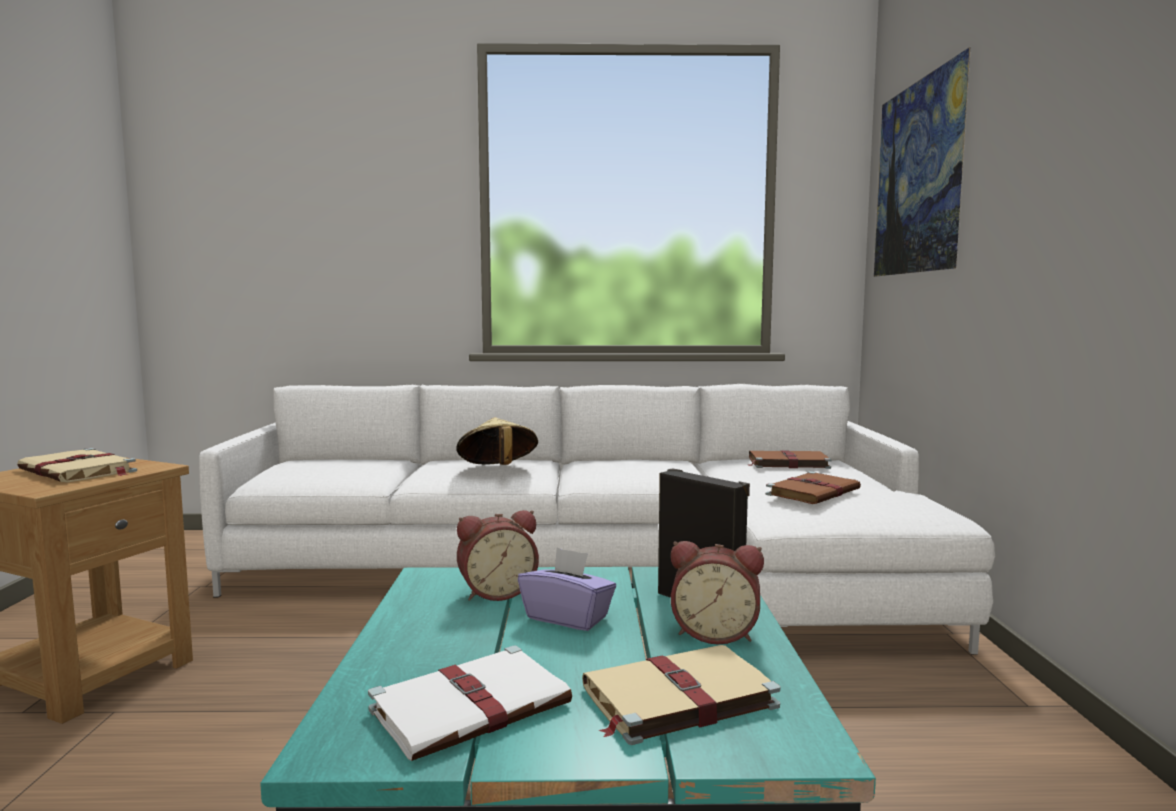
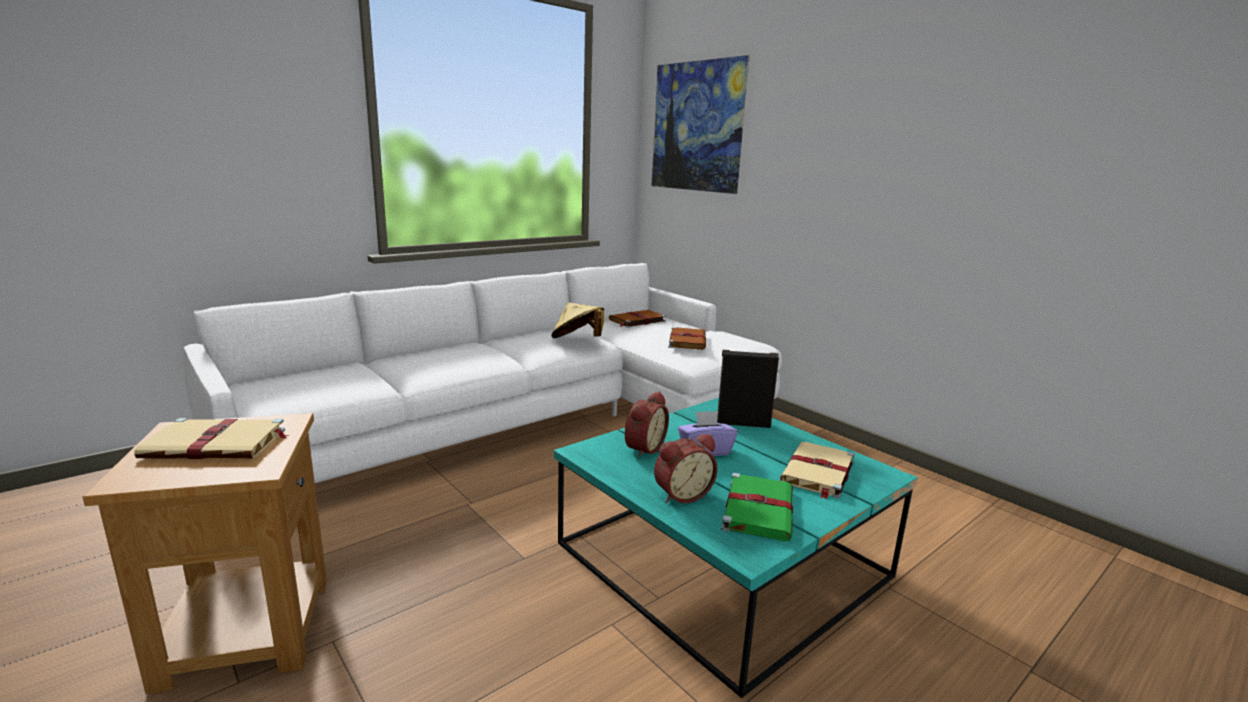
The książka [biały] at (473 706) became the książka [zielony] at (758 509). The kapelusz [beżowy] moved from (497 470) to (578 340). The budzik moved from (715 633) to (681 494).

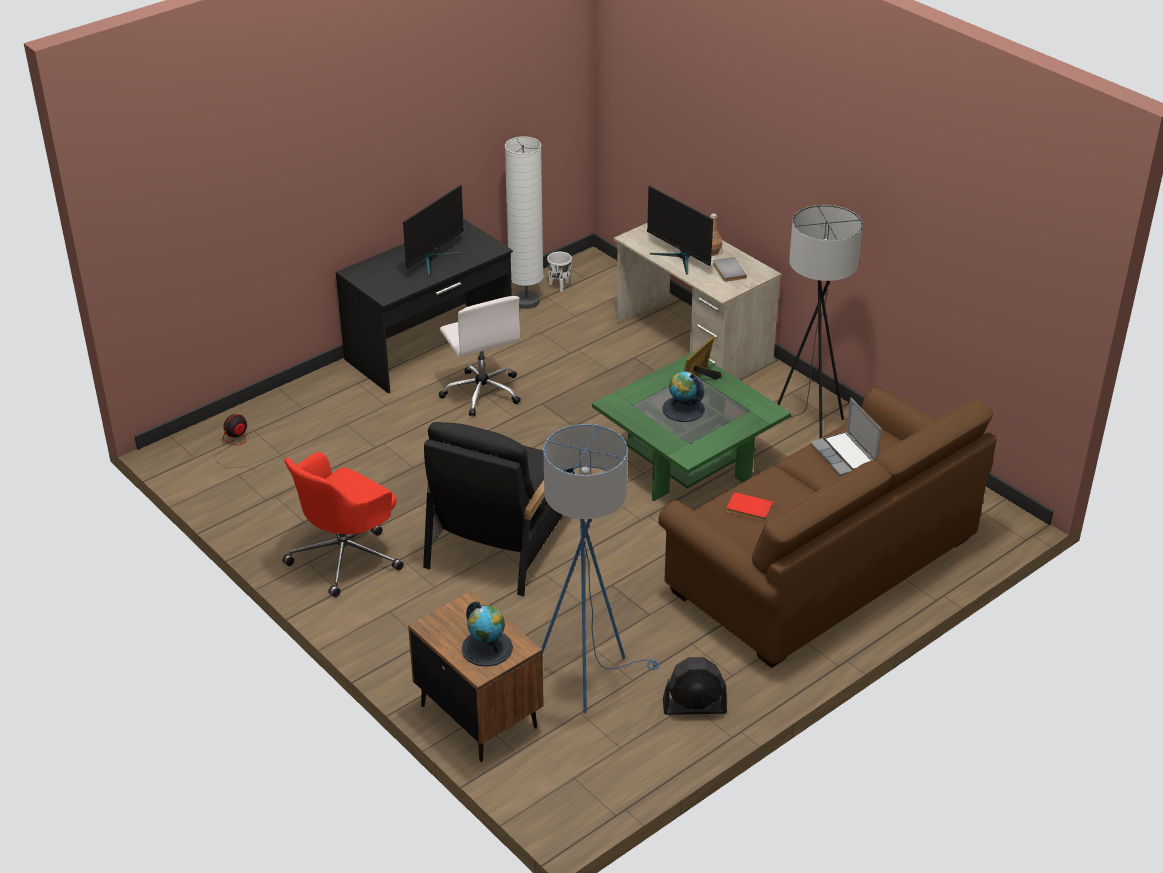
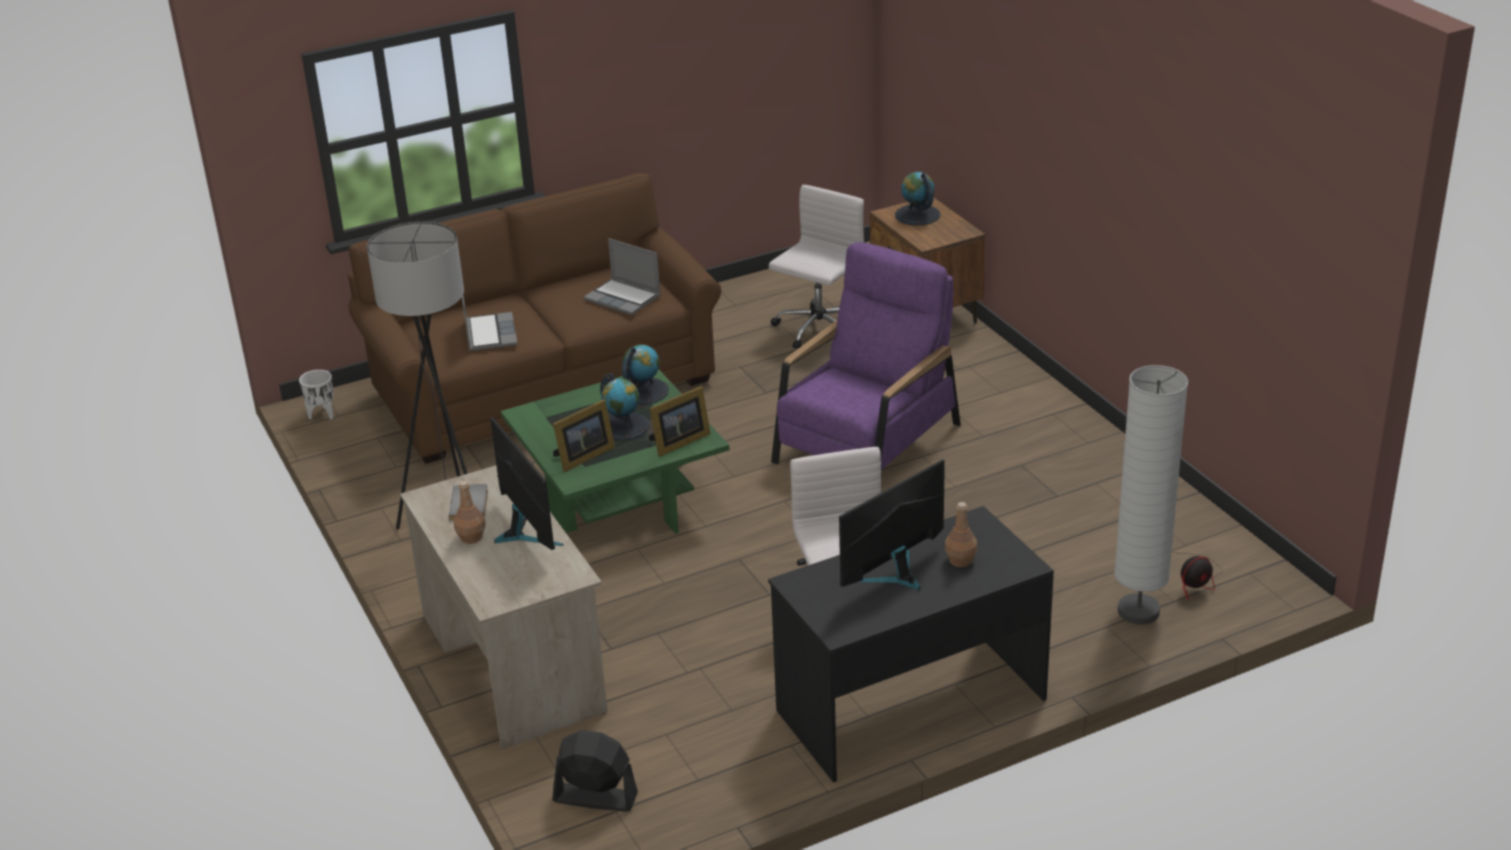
The krzesło biurowe [czerwony] at (346 556) disappeared. The fotel [czarny] at (502 538) became the fotel [fioletowy] at (867 444). The lampa stojąca [biały] moved from (526 301) to (1138 612). The lampa stojąca [niebieski] at (587 674) was replaced by the krzesło biurowe [biały] at (818 330). The donica [biały] moved from (559 286) to (322 414). The wentylator [czarny] moved from (694 706) to (595 797). The książka [czerwony] at (749 509) was replaced by the laptop at (624 298). The globus at (643 391) appeared. The ramka na zdjęcie at (678 442) appeared. The butelka [brązowy] at (960 560) appeared.

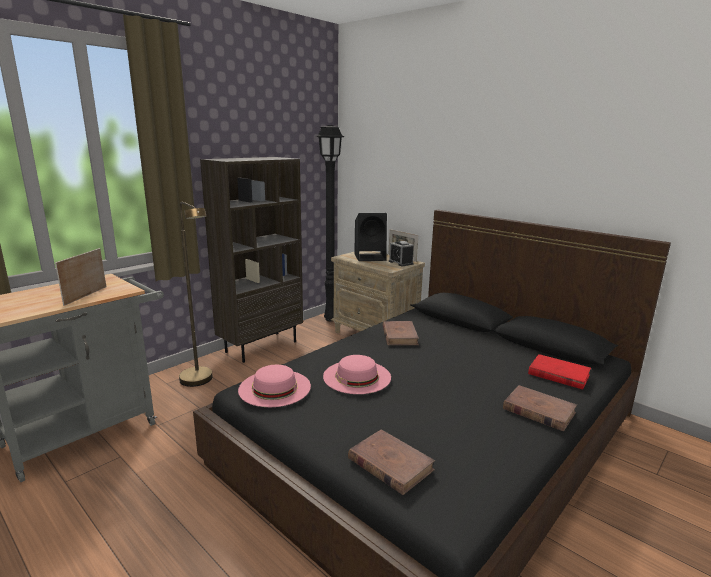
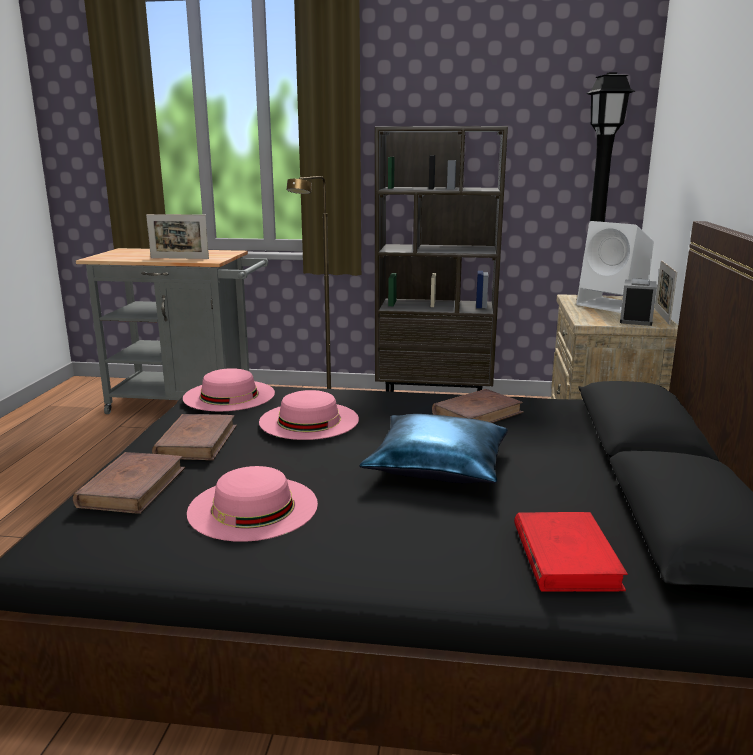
The ramka na zdjęcie at (86 295) turned 150 degrees counterclockwise. The głośnik [czarny] at (370 257) became the głośnik [biały] at (612 305). The książka [brązowy] moved from (538 411) to (197 441). The kapelusz [różowy] at (253 507) appeared. The poduszka [niebieski] at (437 465) appeared.

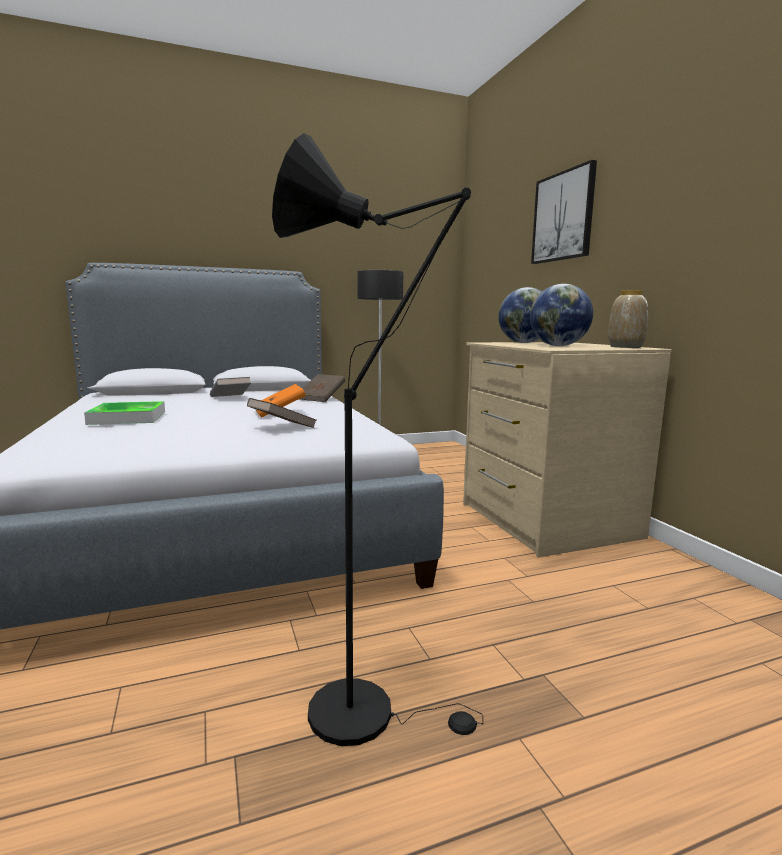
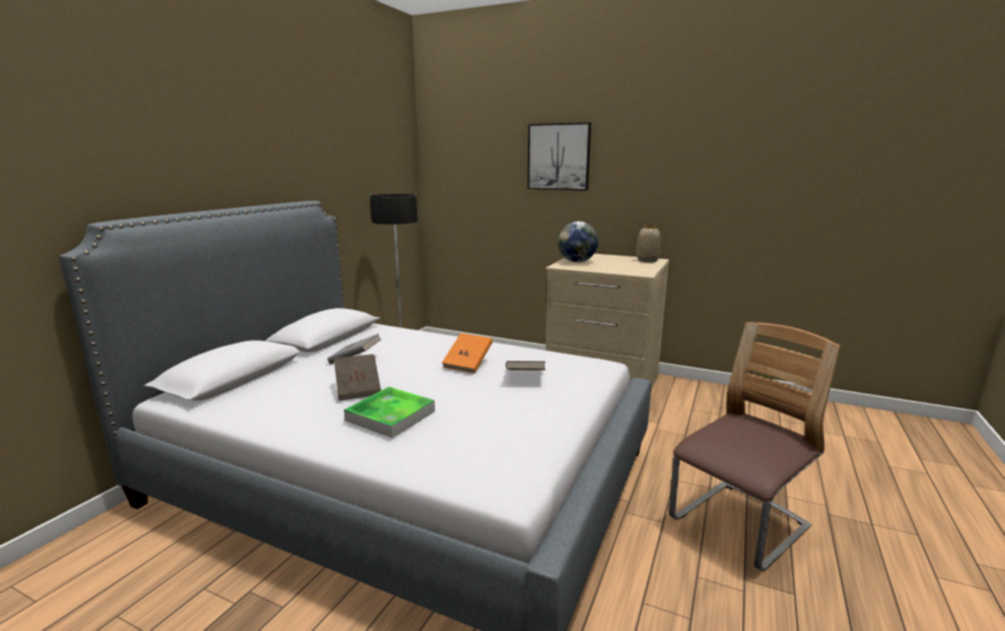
The lampa stojąca [czarny] at (367 711) was replaced by the krzesło at (738 525). The książka [brązowy] moved from (322 398) to (358 389). The globus at (558 346) disappeared.

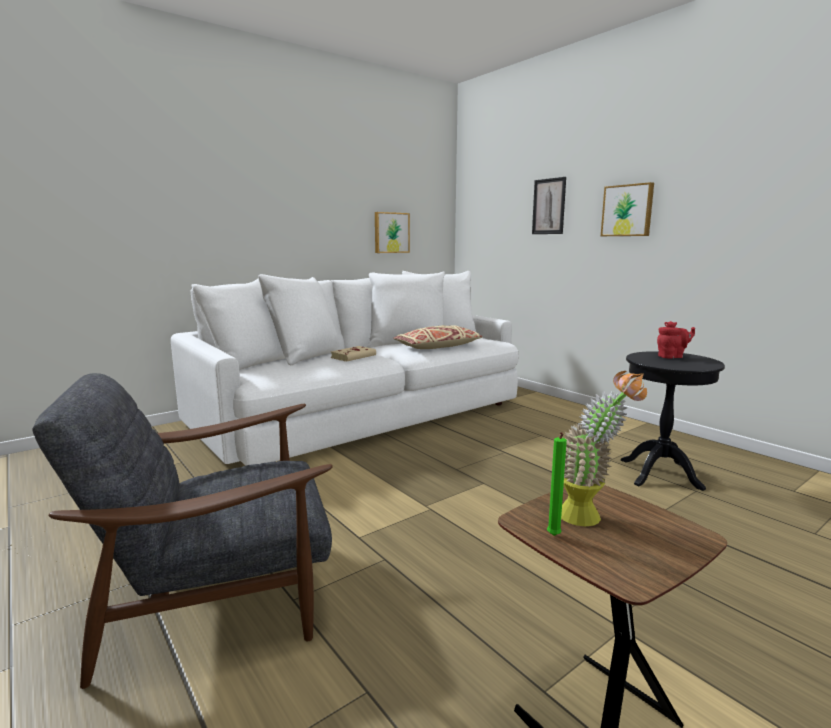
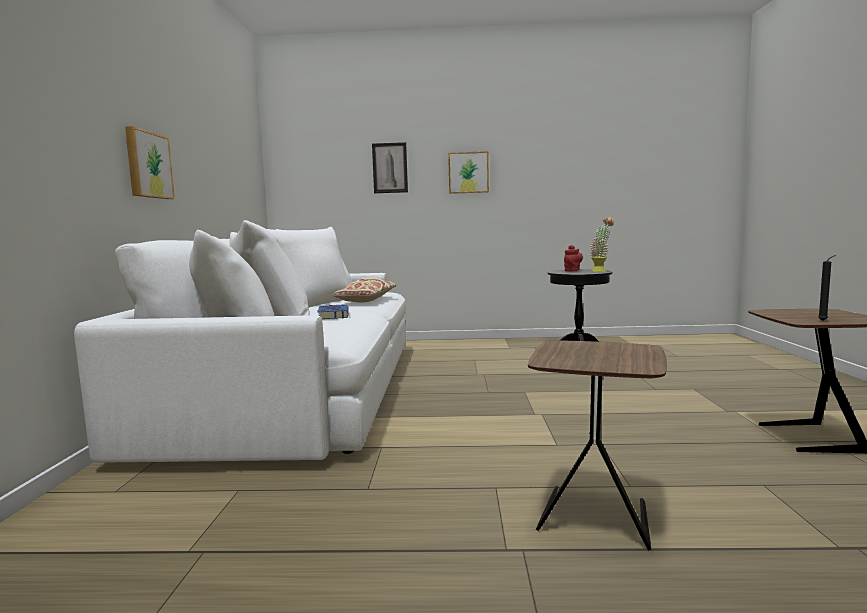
The fotel [szary] at (218 595) was replaced by the stolik [brązowy] at (594 515). The książka [beżowy] at (354 356) became the książka [niebieski] at (333 315). The obraz moved from (391 232) to (147 165). The świeca [zielony] at (553 537) became the świeca [czarny] at (824 321). The roślina doniczkowa moved from (590 517) to (601 271).

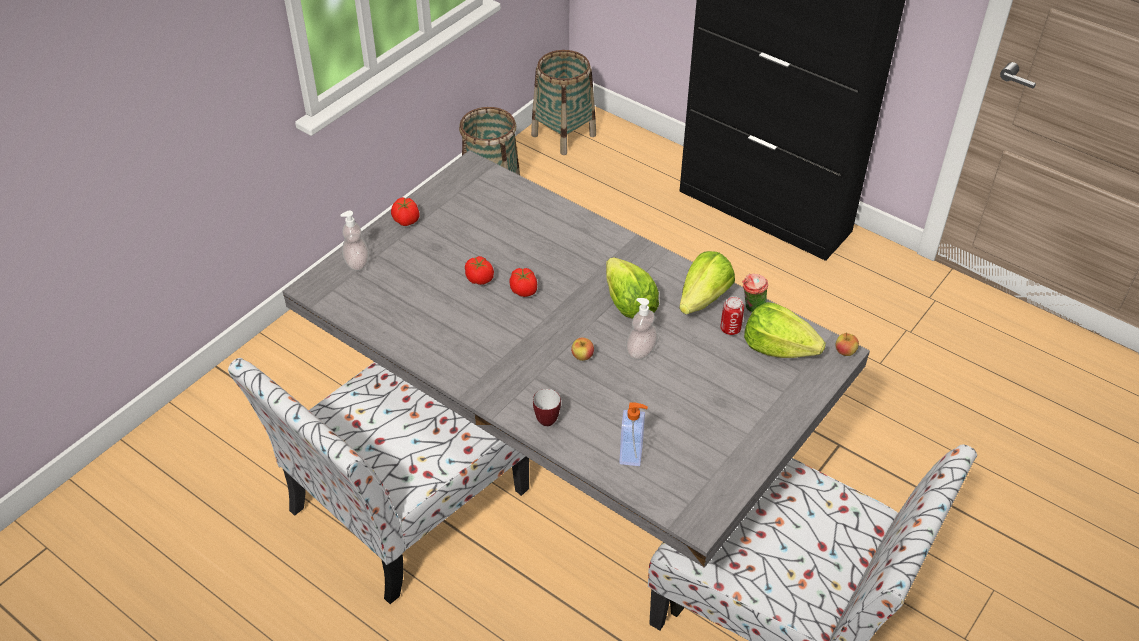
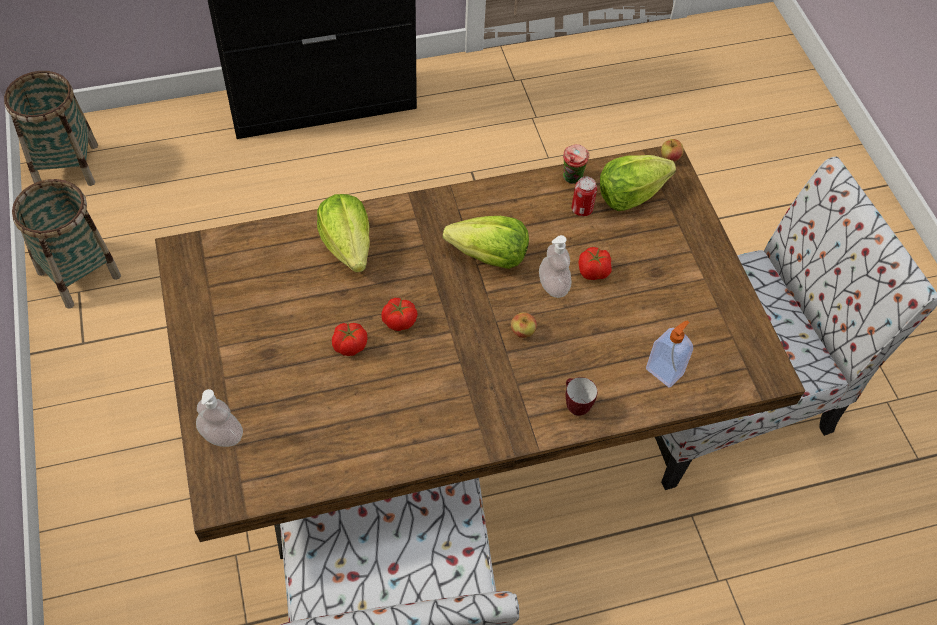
The stół jadalny [szary] at (571 465) became the stół jadalny [brązowy] at (463 435). The pomidor moved from (406 221) to (593 272). The sałata moved from (703 299) to (348 246).

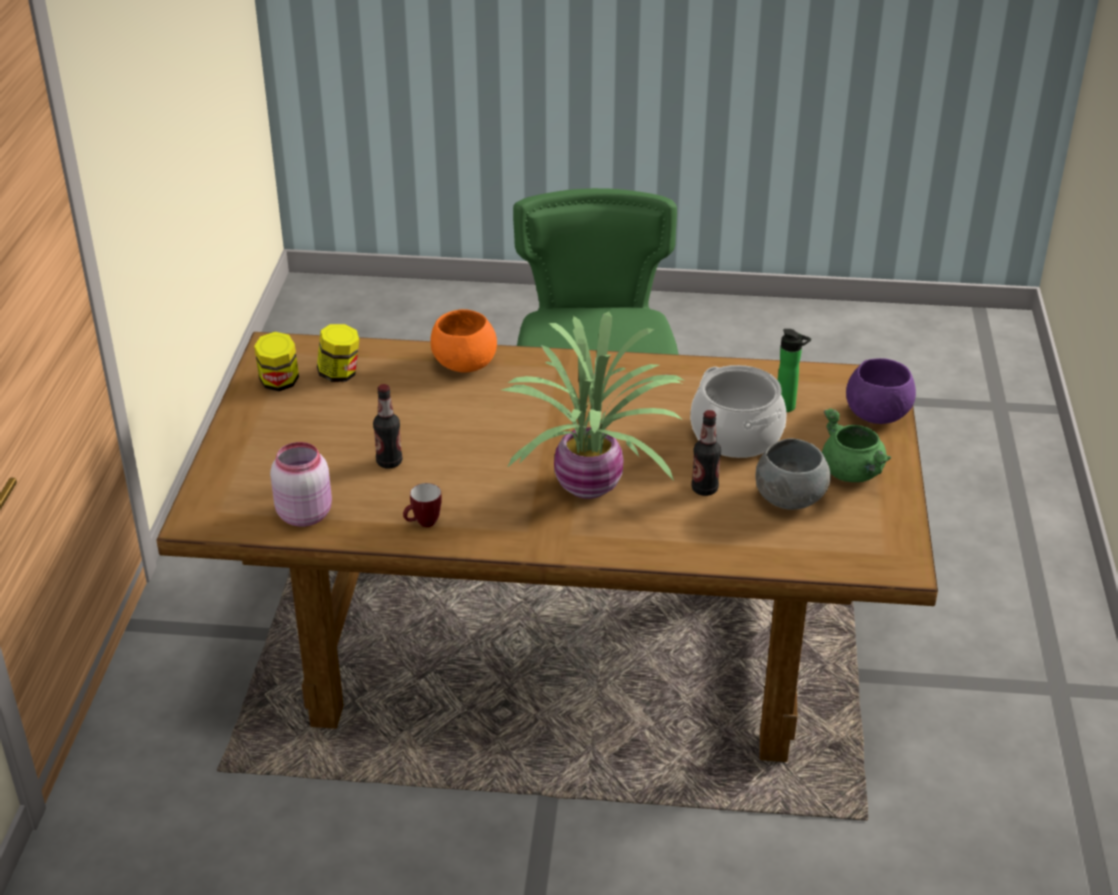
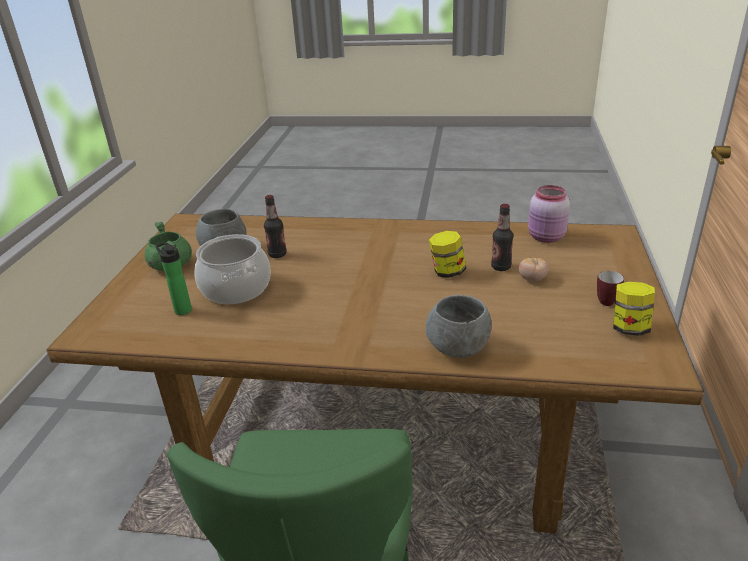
The słoik moved from (340 374) to (447 272). The kubek moved from (423 524) to (608 301). The miska [pomarańczowy] at (464 364) became the miska [szary] at (457 348). The roślina doniczkowa at (589 488) disappeared. The miska [fioletowy] at (876 415) disappeared. The pomidor at (532 279) appeared.

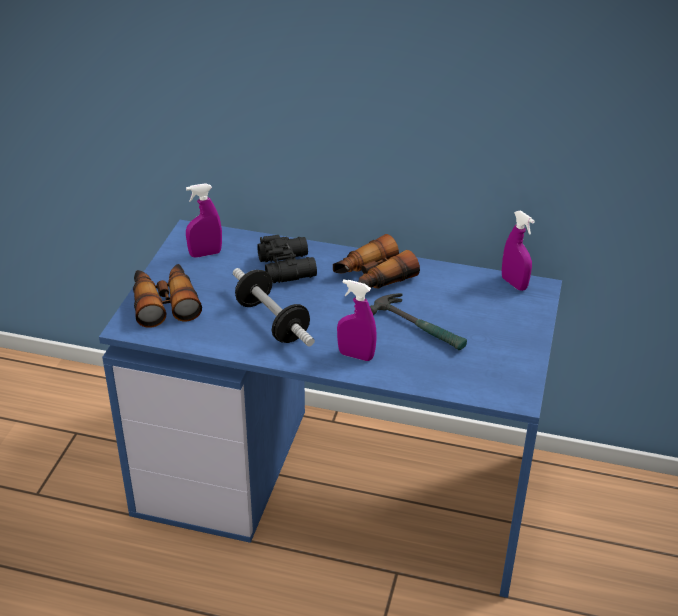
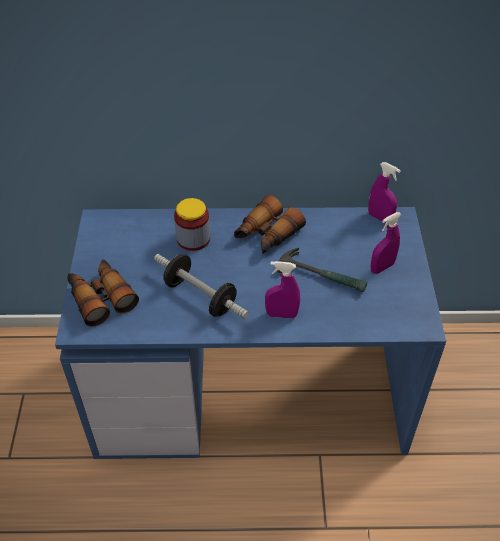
The spryskiwacz [fioletowy] moved from (205 254) to (382 267). The lornetka [czarny] at (288 267) was replaced by the słoik at (193 239).

